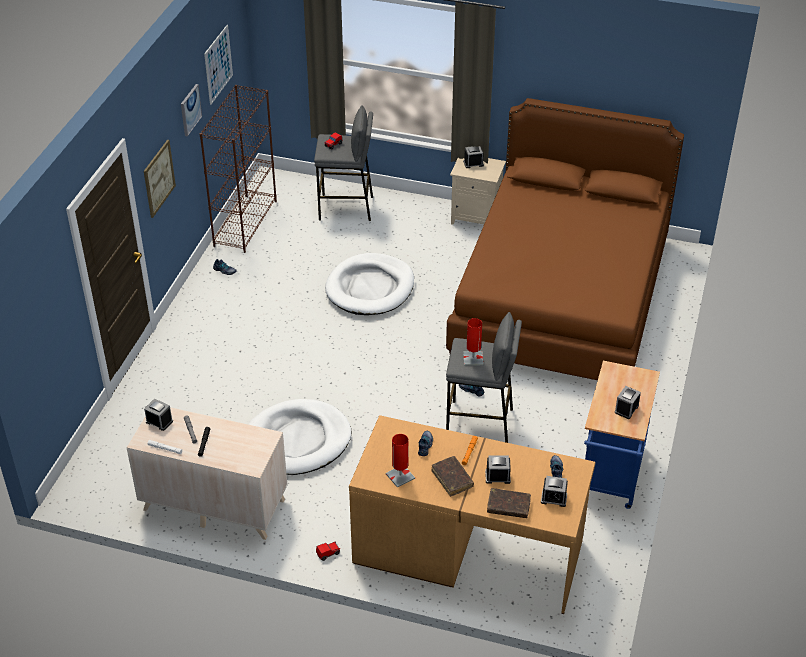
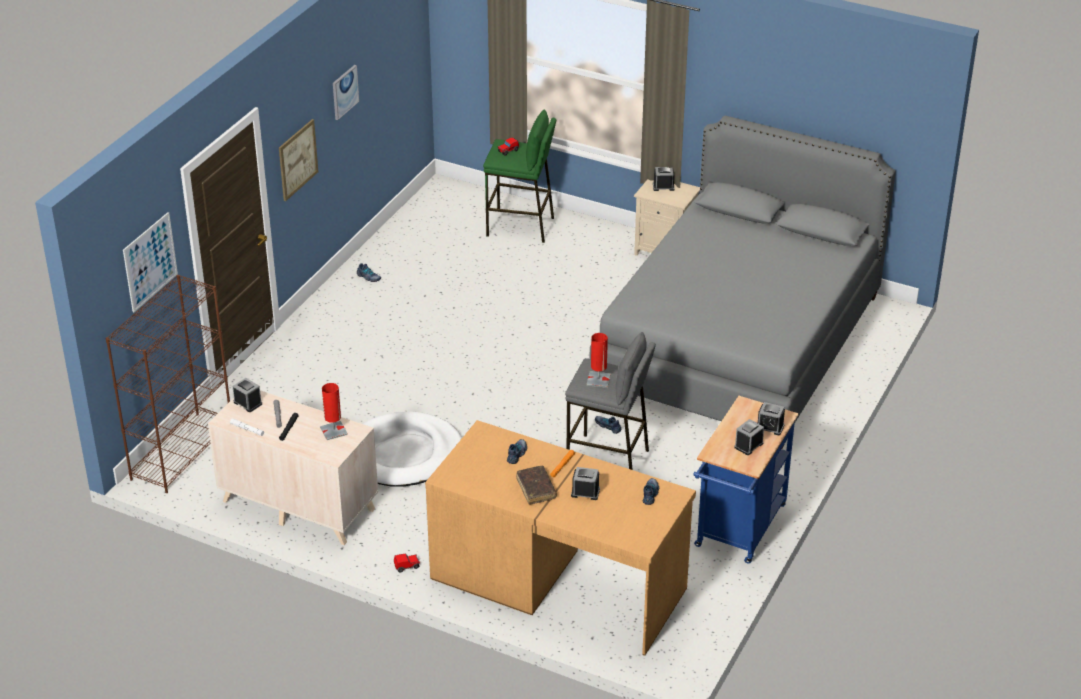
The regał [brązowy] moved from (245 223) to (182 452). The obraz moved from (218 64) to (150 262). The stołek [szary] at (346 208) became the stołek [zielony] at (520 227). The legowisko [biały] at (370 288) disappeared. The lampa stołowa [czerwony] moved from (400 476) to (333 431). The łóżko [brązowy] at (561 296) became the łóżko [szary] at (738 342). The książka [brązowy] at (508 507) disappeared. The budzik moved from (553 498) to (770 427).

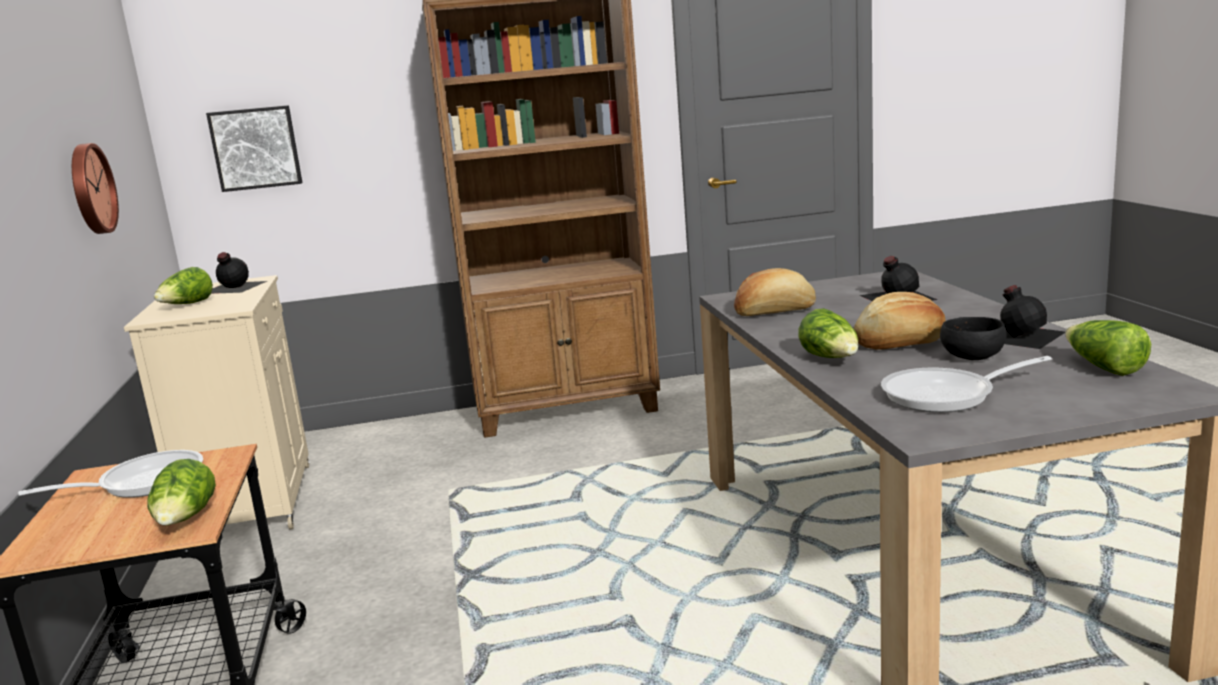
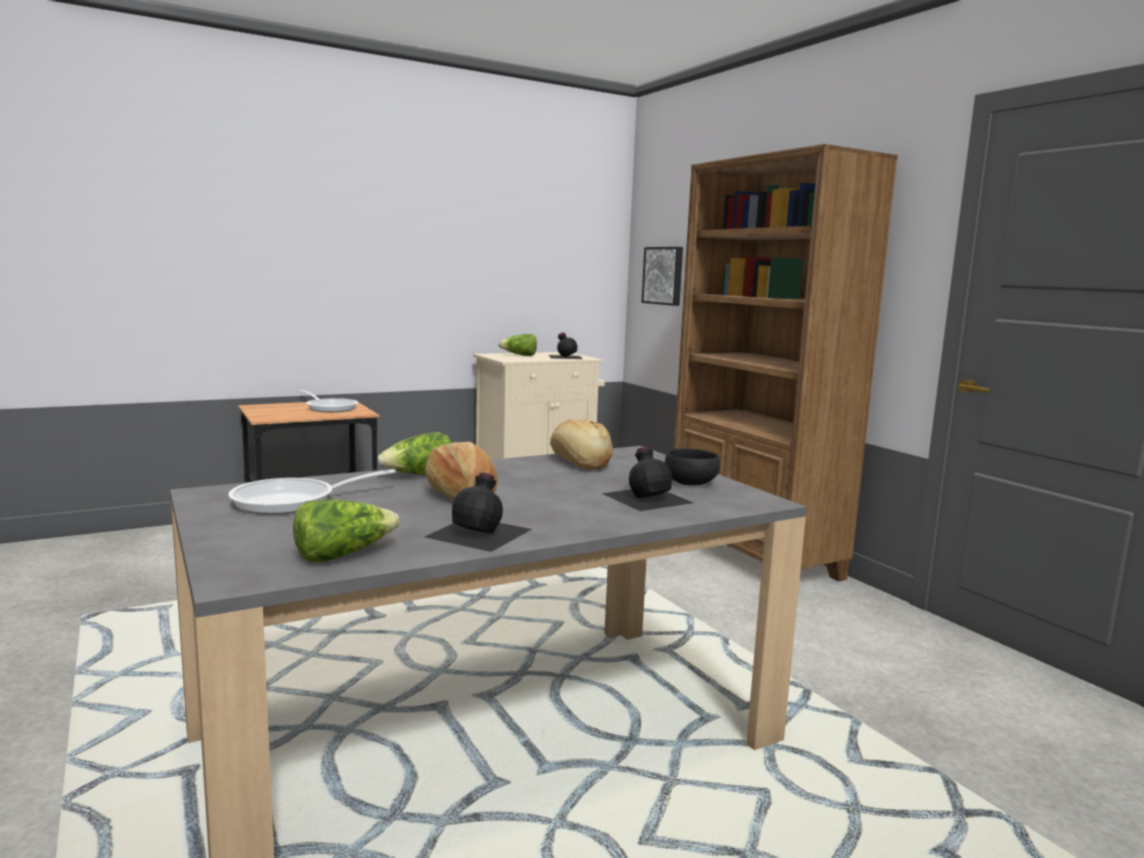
The zegar ścienny at (90 189) disappeared. The sałata at (185 519) disappeared. The patelnia at (947 396) turned 90 degrees counterclockwise. The miska [czarny] moved from (971 357) to (690 483).

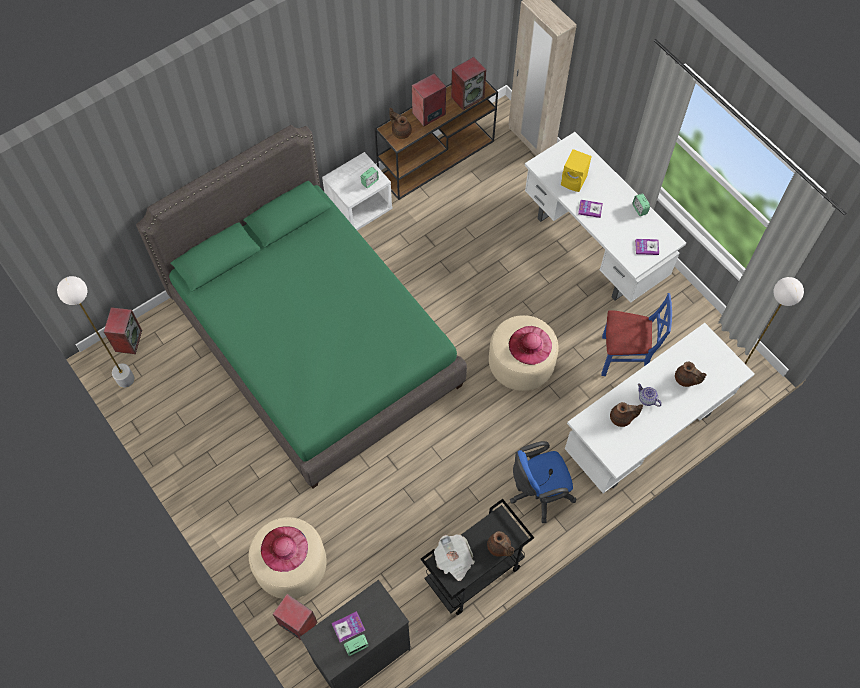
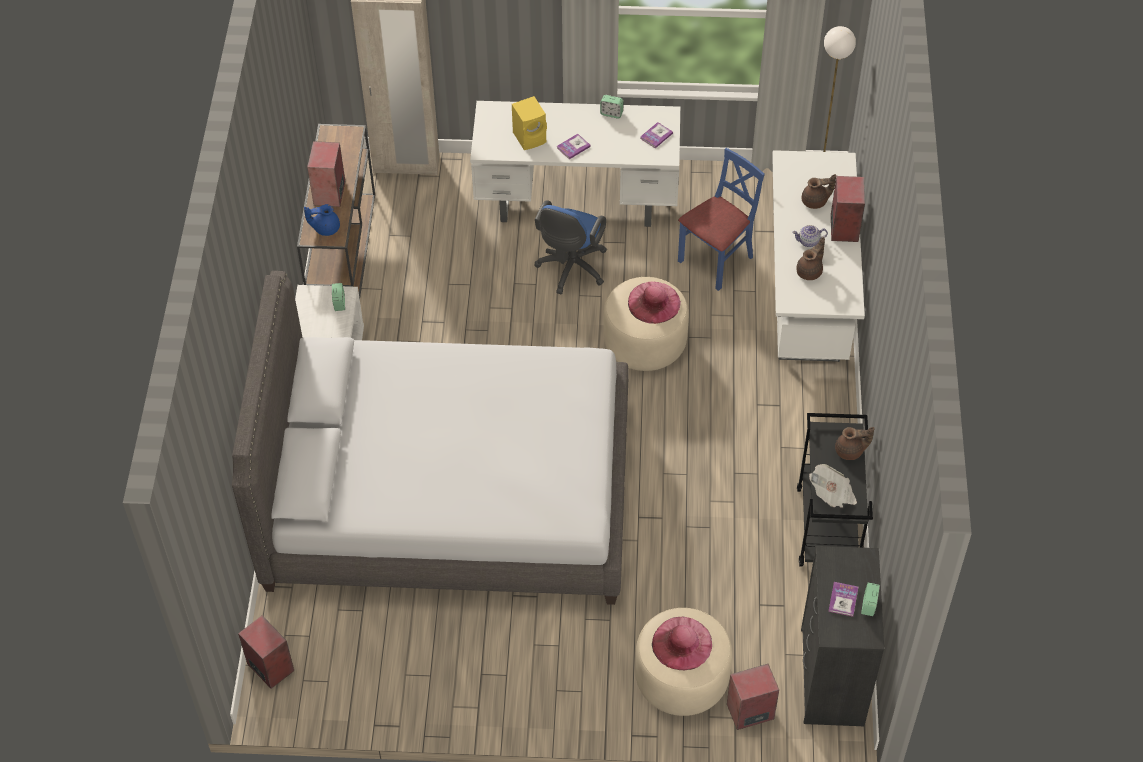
The lampa stojąca [biały] at (125 379) disappeared. The łóżko [zielony] at (314 342) became the łóżko [szary] at (449 496). The imbryk [brązowy] at (401 131) became the imbryk [niebieski] at (325 228). The głośnik moved from (467 97) to (843 227). The krzesło biurowe [niebieski] moved from (538 492) to (570 270).

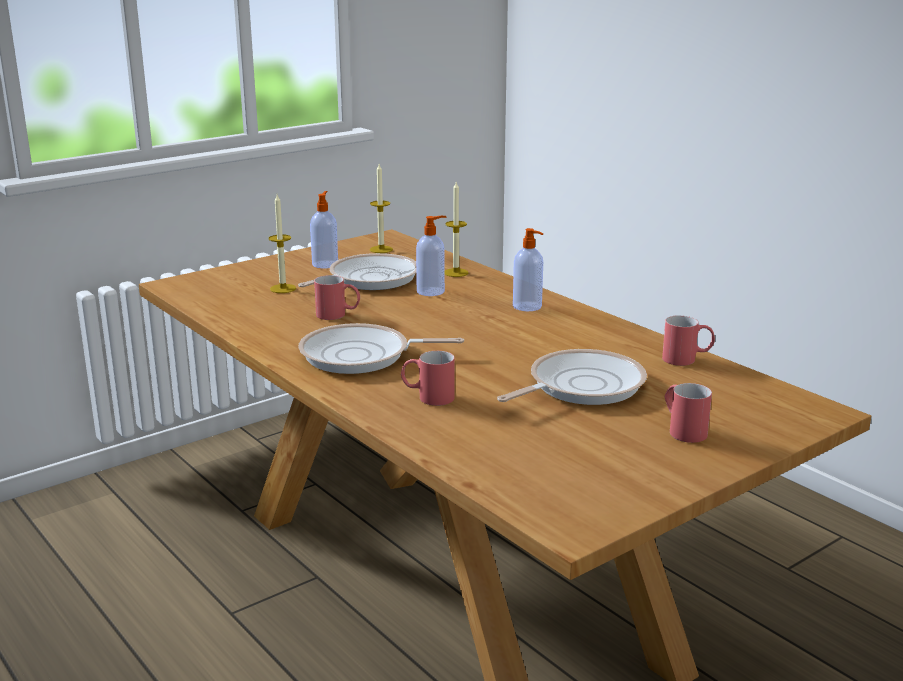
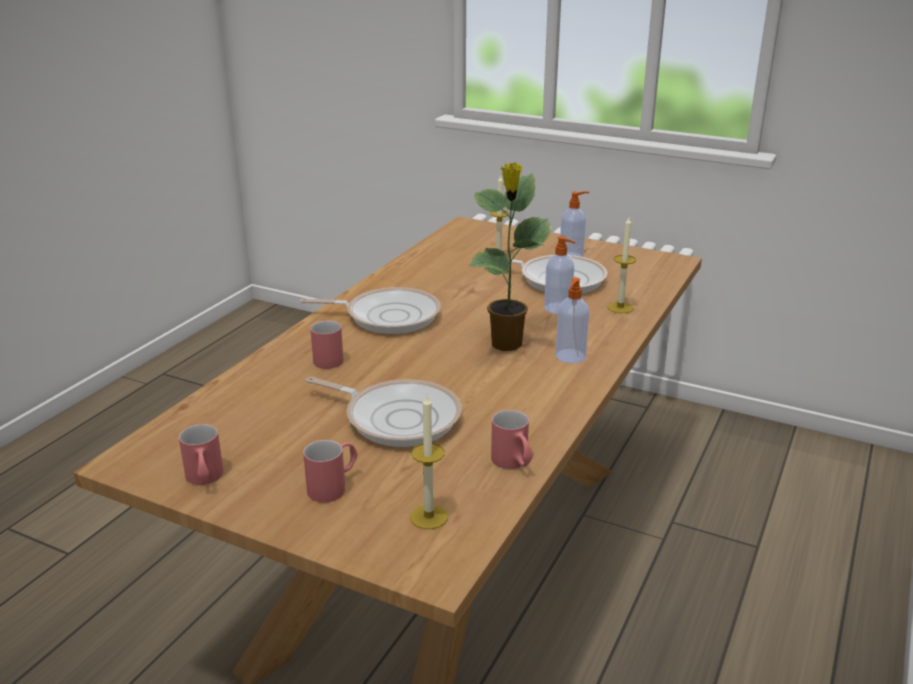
The patelnia at (361 356) turned 120 degrees clockwise. The kubek [czerwony] moved from (338 315) to (205 480). The świeca moved from (381 249) to (429 517). The roślina doniczkowa at (506 345) appeared.

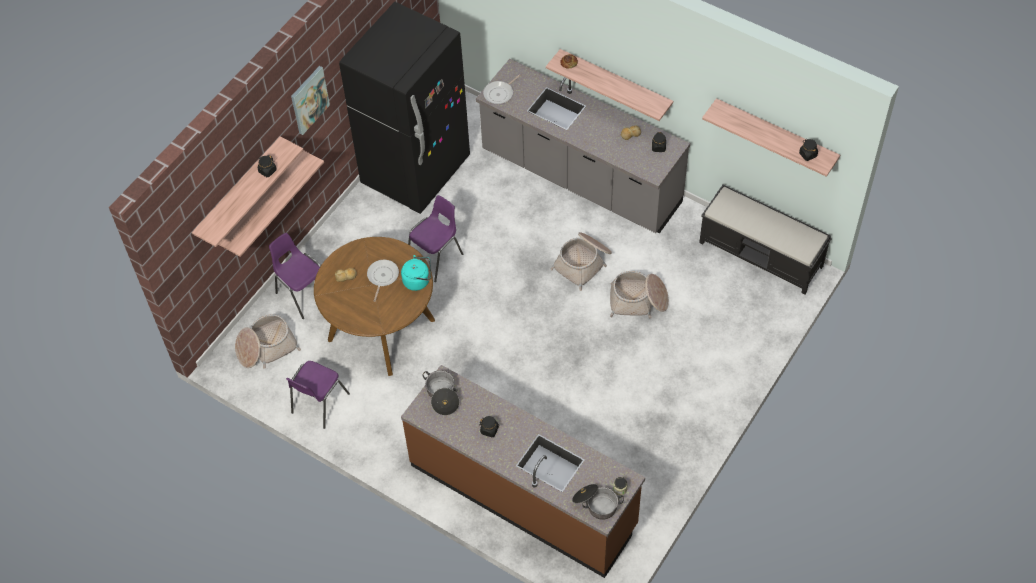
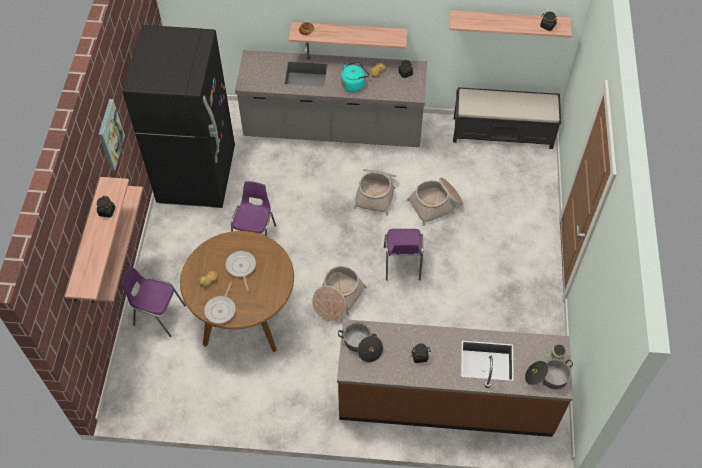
The koszyk moved from (266 348) to (337 298). The krzesło [fioletowy] moved from (319 404) to (402 264). The czajnik [turkusowy] moved from (418 280) to (354 84). The patelnia moved from (500 93) to (221 309).

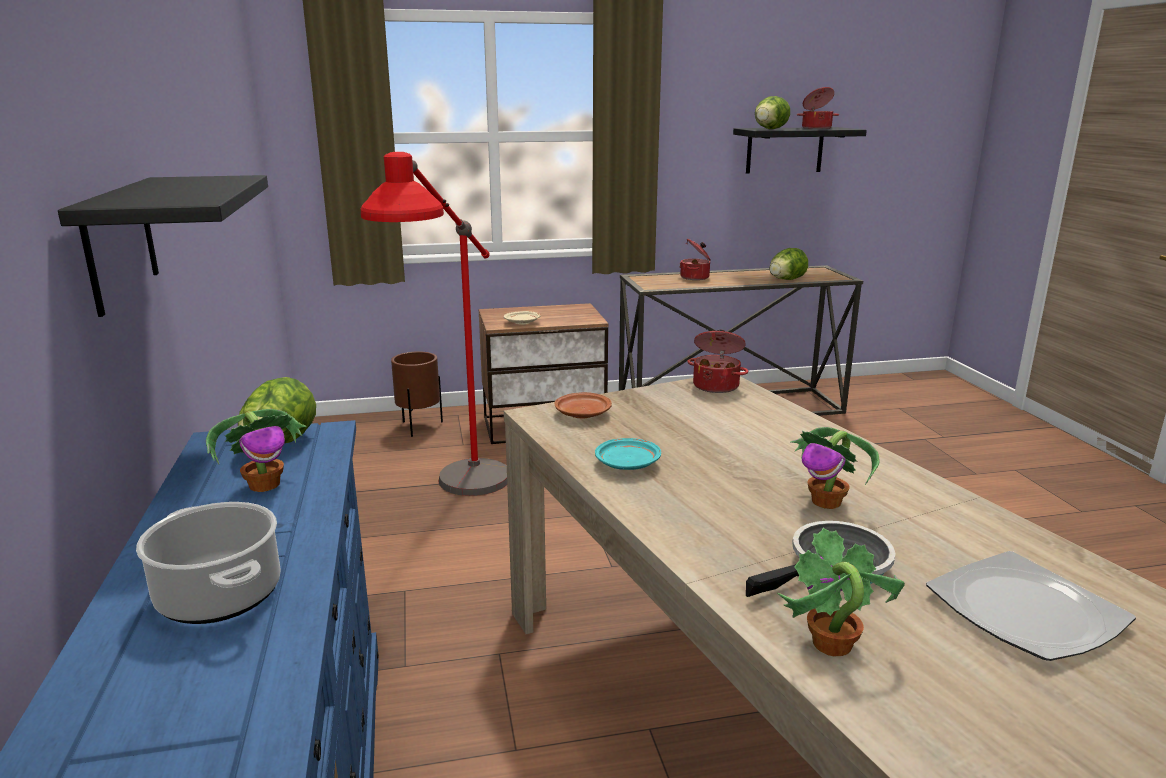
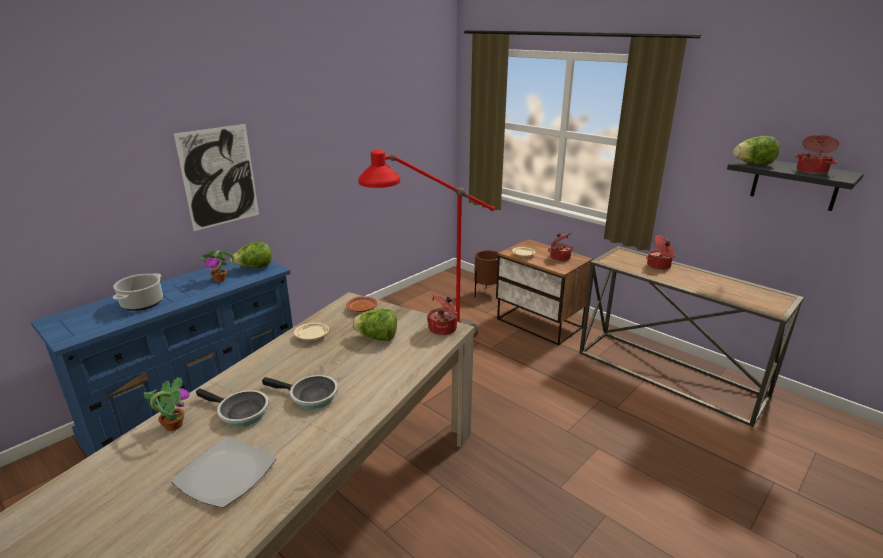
The półka [czarny] at (120 243) was replaced by the obraz at (219 177). The talerz [turkusowy] at (627 464) became the talerz [beżowy] at (312 336). The sałata moved from (785 280) to (377 337). The roślina doniczkowa at (827 502) was replaced by the patelnia at (310 396). The garnek at (559 257) appeared.

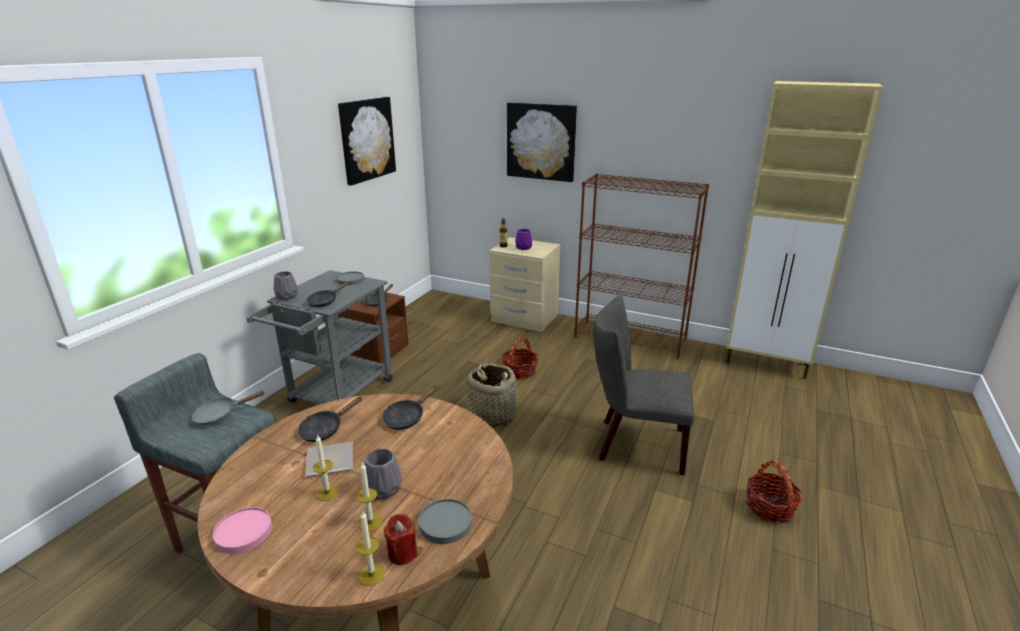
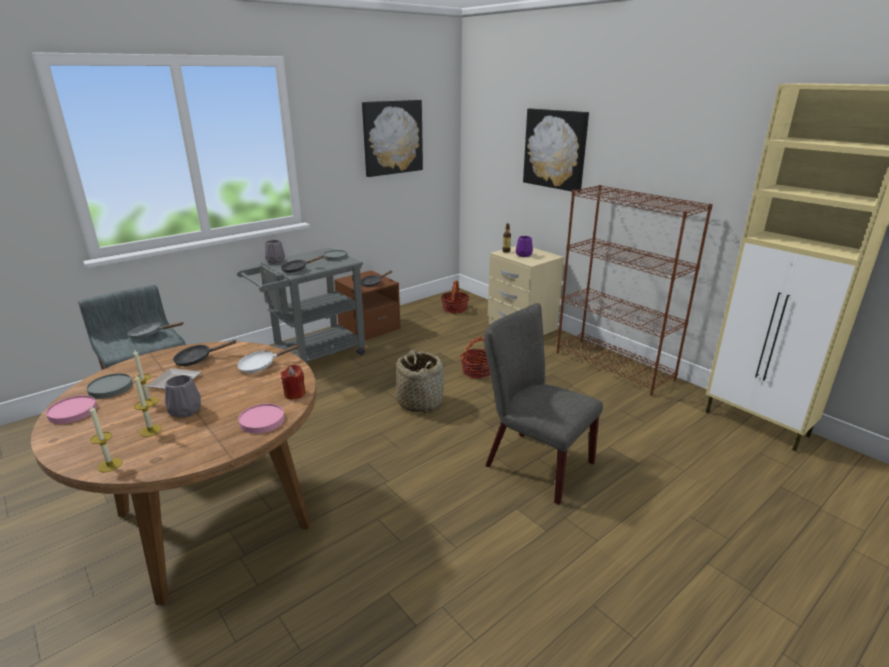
The patelnia [czarny] at (407 417) became the patelnia [biały] at (261 365). The świeca [czerwony] moved from (402 553) to (295 394). The talerz [szary] moved from (445 524) to (110 388). The koszyk moved from (769 508) to (455 309). The talerz [różowy] at (262 421) appeared.

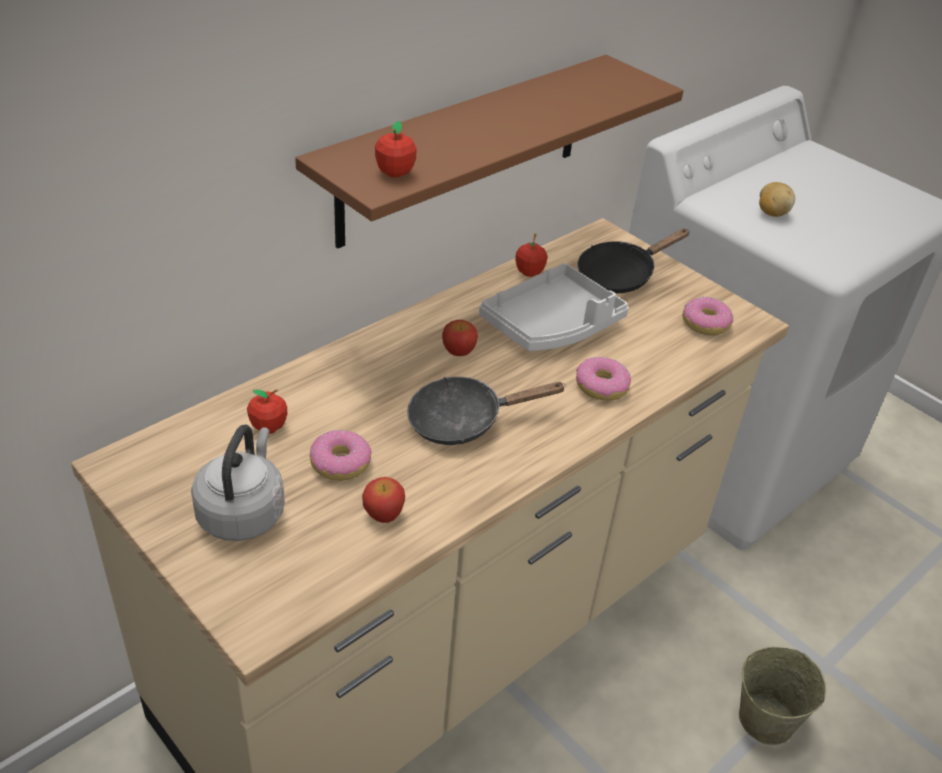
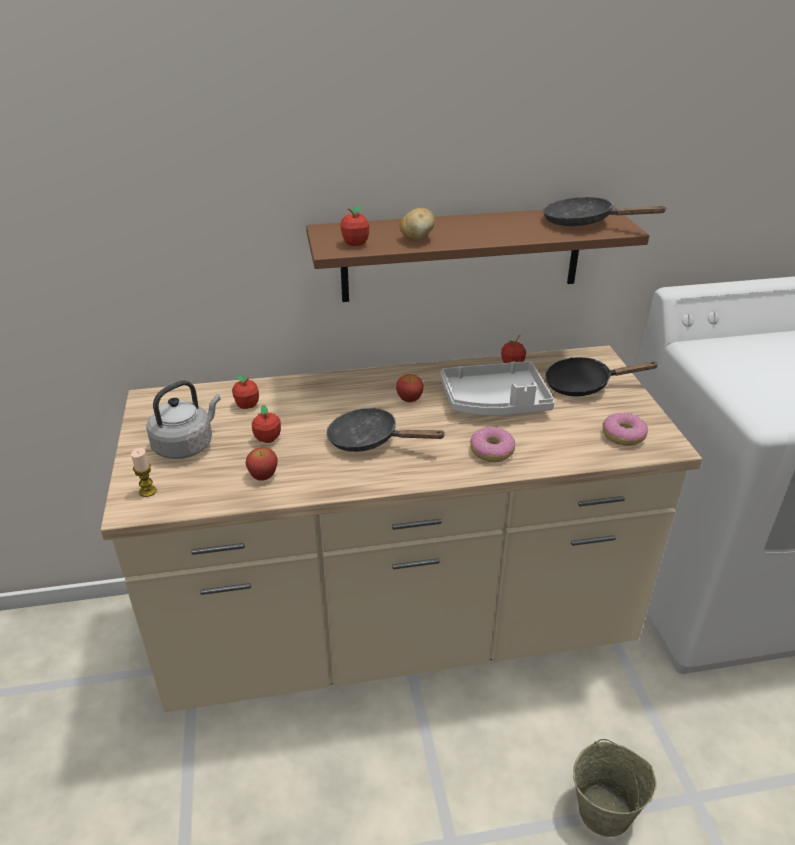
The donut at (341 463) was replaced by the jabłko at (268 439). The ziemniak moved from (771 213) to (417 239). The świeca at (147 491) appeared. The patelnia [czarny] at (584 222) appeared.

